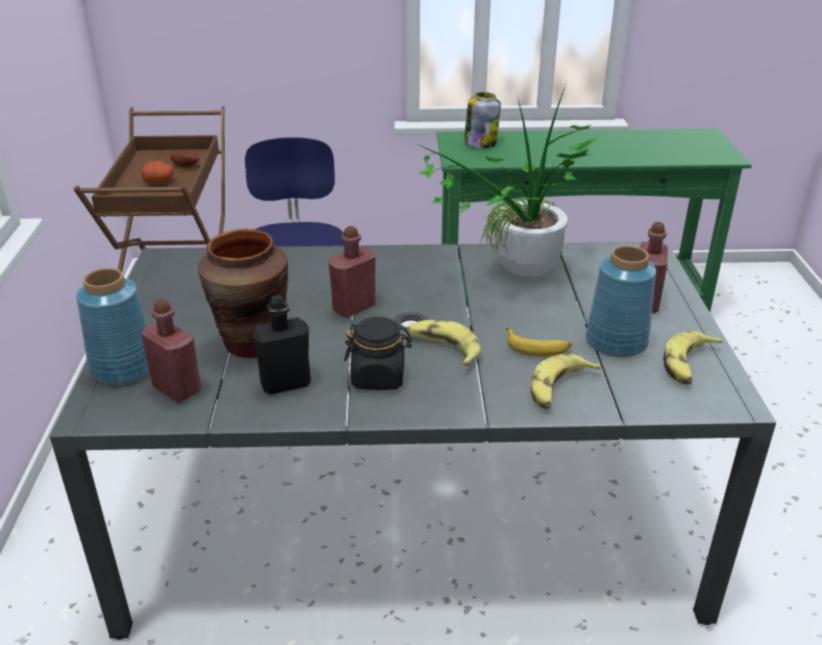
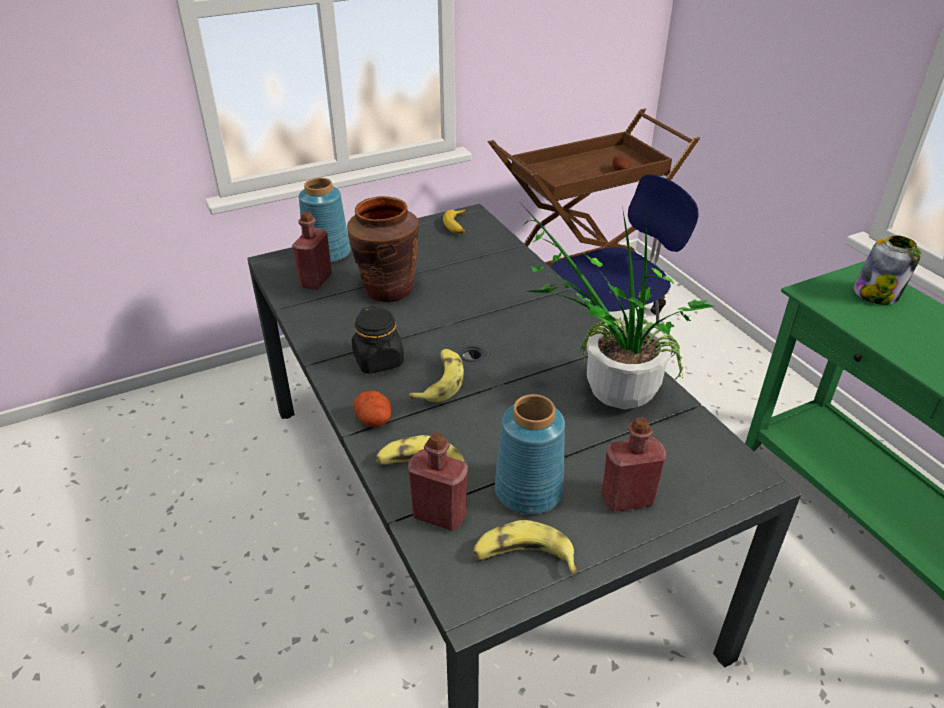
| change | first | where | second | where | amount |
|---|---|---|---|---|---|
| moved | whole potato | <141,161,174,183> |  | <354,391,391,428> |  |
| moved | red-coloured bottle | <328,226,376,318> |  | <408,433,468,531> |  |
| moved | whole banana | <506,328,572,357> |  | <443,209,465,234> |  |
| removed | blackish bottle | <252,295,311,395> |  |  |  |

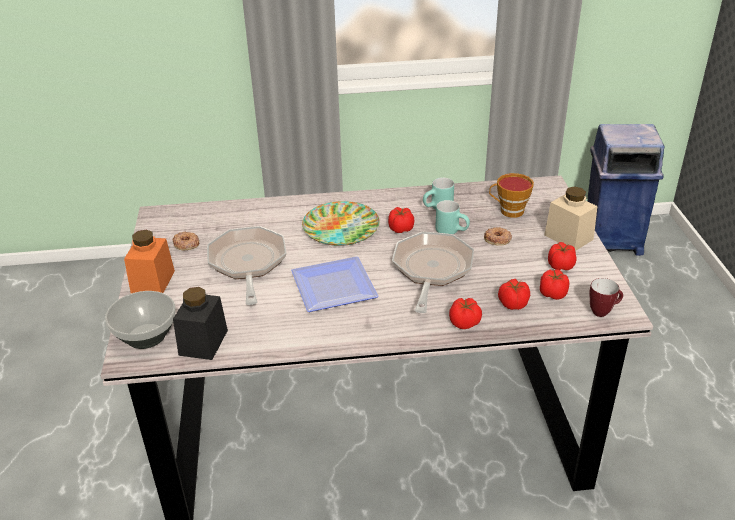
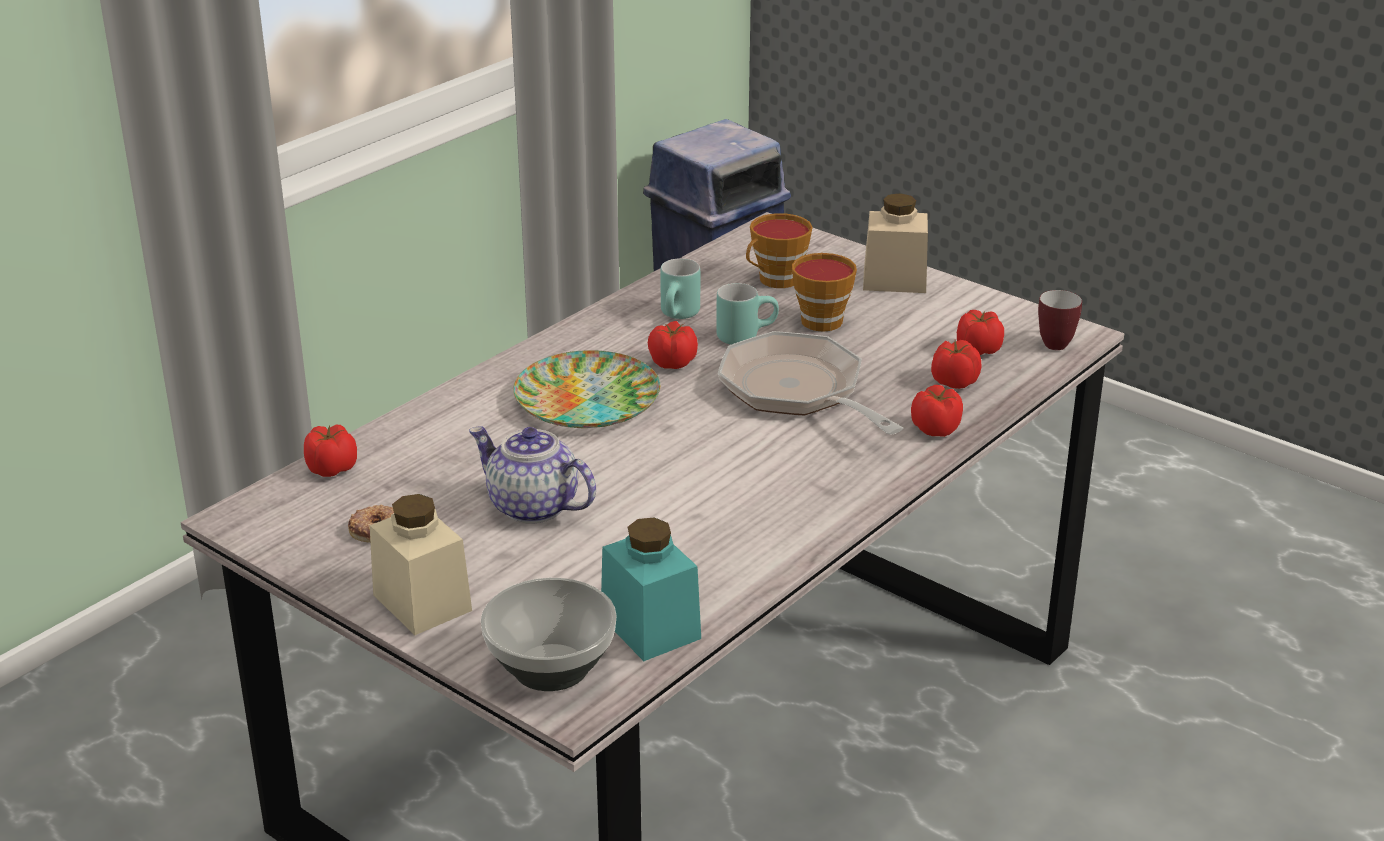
| change | first | where | second | where | amount |
|---|---|---|---|---|---|
| moved | fresh tomato | <548,242,577,270> |  | <304,425,357,477> |  |
| recoloured | orange-coloured jar | <124,230,175,293> | beige jar | <370,494,472,635> |  |
| replaced | skillet | <207,226,286,305> | teapot | <469,426,596,524> |  |
| recoloured | blackish jar | <173,287,228,360> | blue-green jar | <601,517,701,661> |  |
| replaced | ring doughnut | <484,227,512,246> | drinking cup | <792,253,857,332> |  |
| removed | dinner plate | <291,256,379,312> |  |  |  |

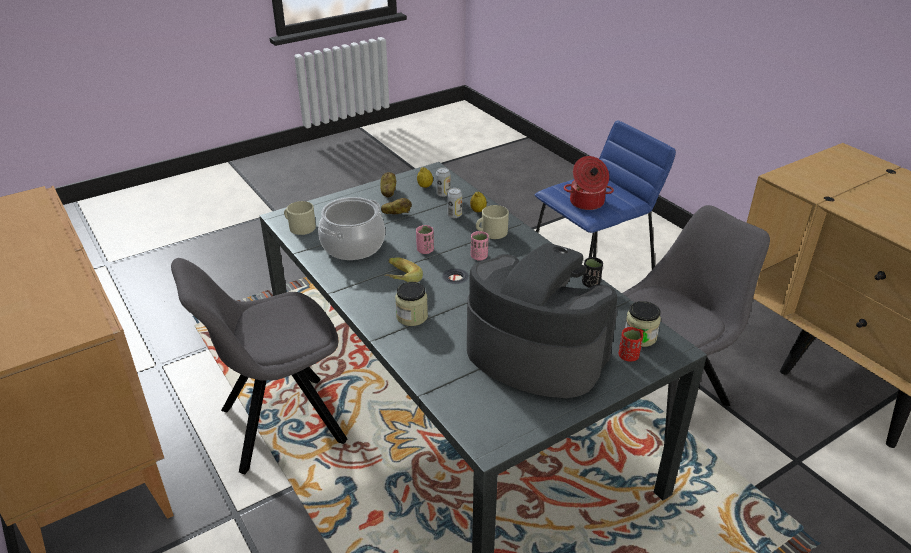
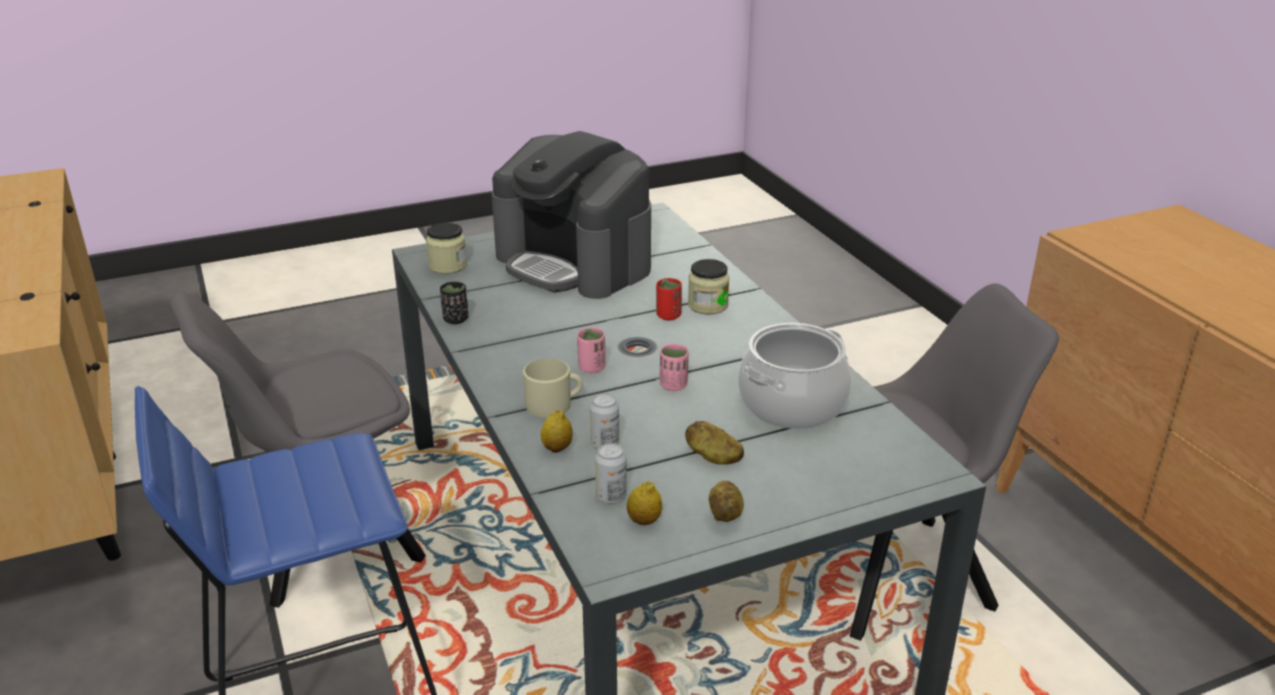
| change | first | where | second | where | amount |
|---|---|---|---|---|---|
| moved | red-coloured drinking cup | <619,327,643,362> |  | <656,278,682,320> |  |
| removed | beige coffee mug | <284,201,316,235> |  |  |  |
| removed | whole banana | <384,258,423,282> |  |  |  |
| removed | stockpot | <564,156,614,210> |  |  |  |

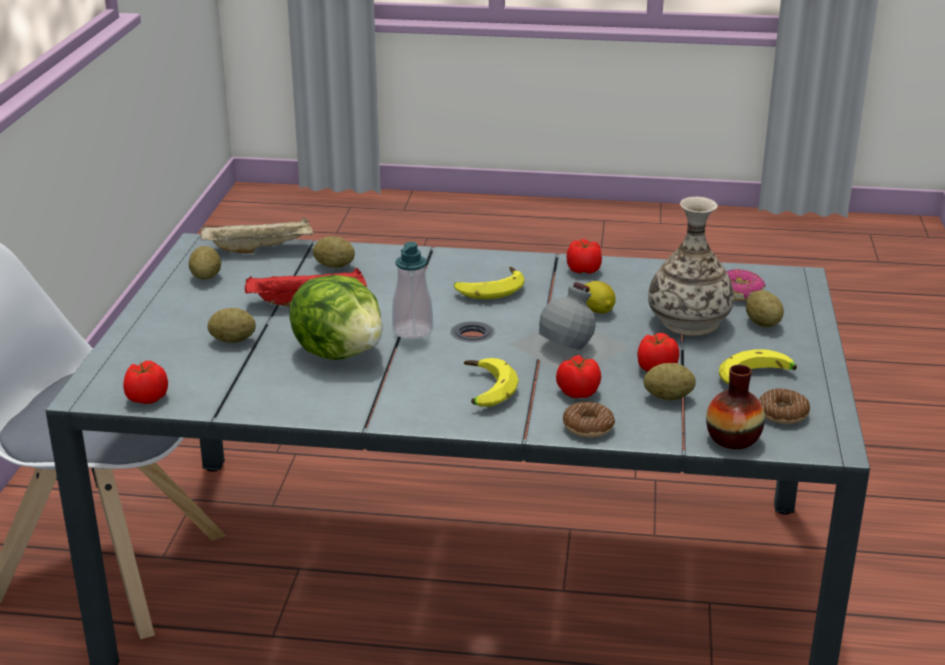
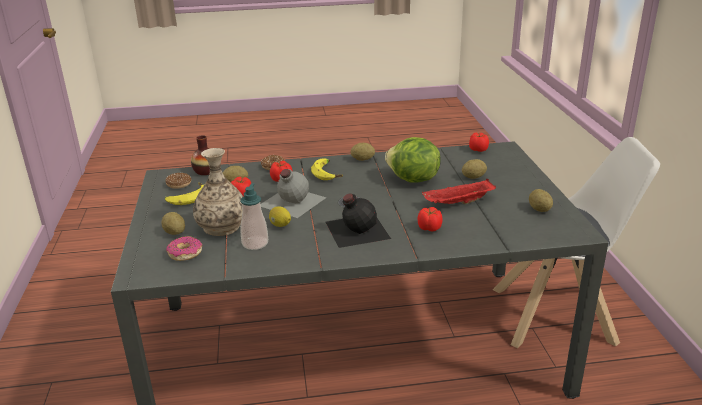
| change | first | where | second | where | amount |
|---|---|---|---|---|---|
| moved | soap dispenser | <392,242,433,340> |  | <240,183,268,250> |  |
| replaced | whole banana | <454,266,525,299> | blackish bottle | <326,194,391,248> |  |
| moved | whole potato | <313,236,355,268> |  | <351,143,375,161> |  |
| moved | fresh tomato | <567,239,602,274> |  | <417,207,443,231> |  |
| removed | beige tray | <200,217,313,254> |  |  |  |

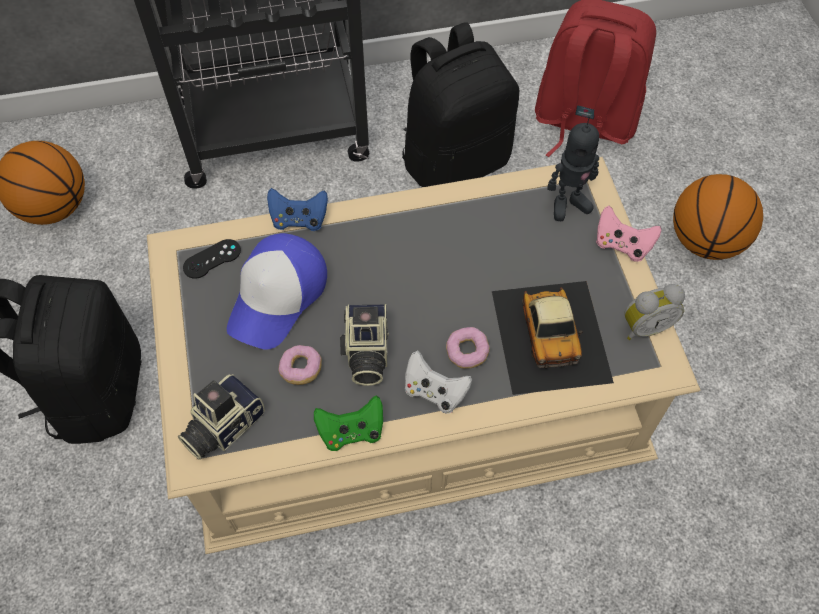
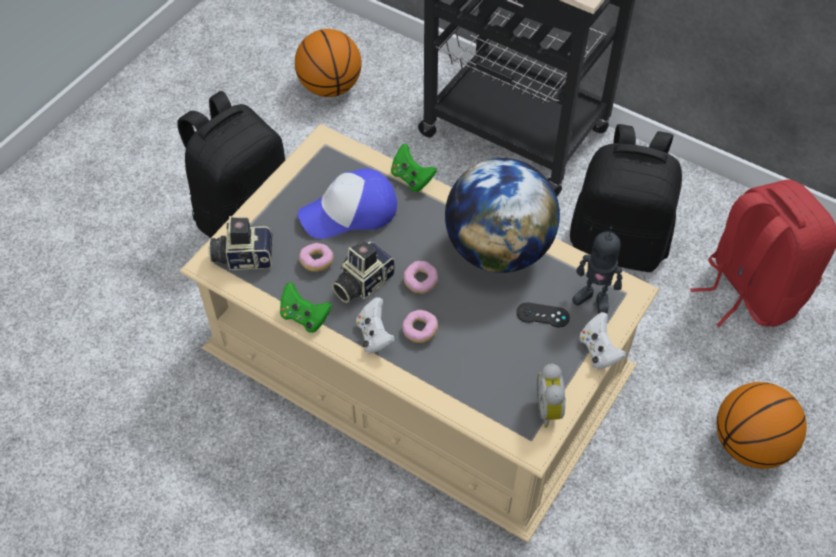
| change | first | where | second | where | amount |
|---|---|---|---|---|---|
| recoloured | blue gamepad | <267,188,328,231> | greenish gamepad | <391,144,437,192> |  |
| added |  |  | ring doughnut | <403,261,438,294> |  |
| added |  |  | desk globe | <445,158,560,273> |  |
| moved | blackish gamepad | <183,239,241,279> |  | <516,302,570,327> |  |
| turned | table clock | <624,284,685,340> |  | <537,364,566,428> | 60 degrees clockwise |
| recoloured | pink-coloured gamepad | <596,206,661,262> | white gamepad | <579,312,627,369> |  |
| removed | miniature car | <492,281,614,395> |  |  |  |

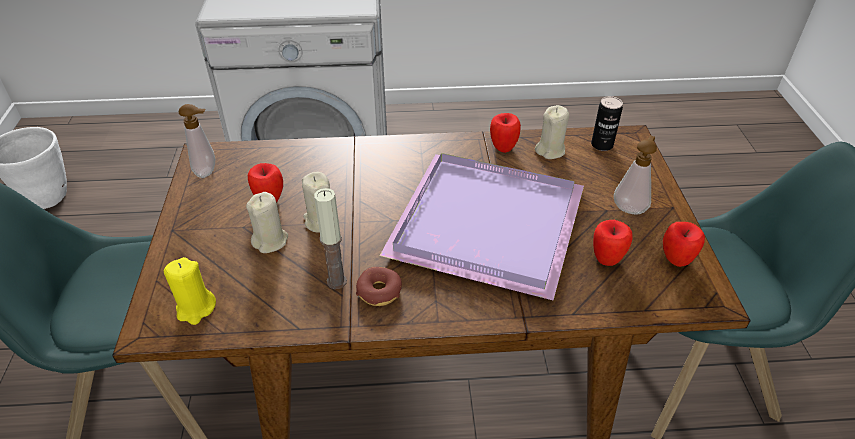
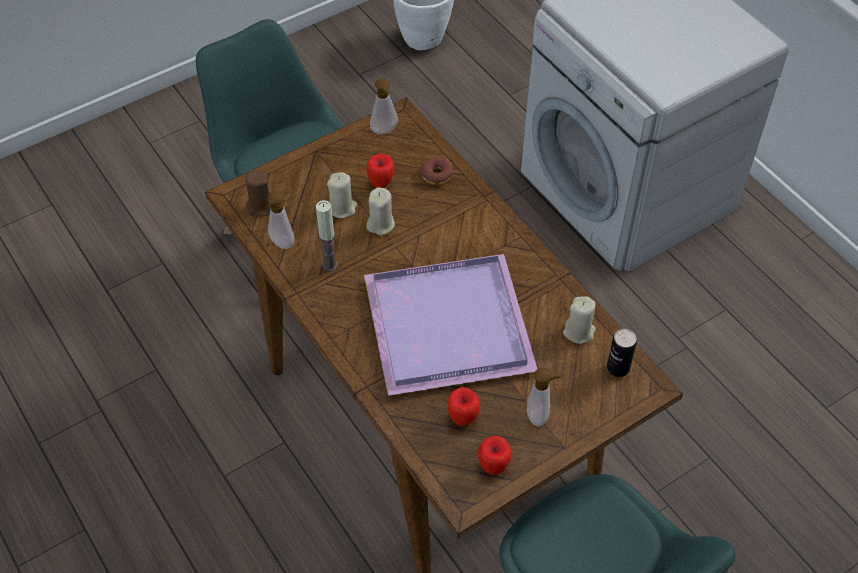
| change | first | where | second | where | amount |
|---|---|---|---|---|---|
| recoloured | yellow candle | <164,257,216,325> | brown-coloured candle | <245,170,271,217> |  |
| added |  |  | soap dispenser | <268,188,295,249> |  |
| moved | ring doughnut | <356,267,402,306> |  | <421,156,453,185> |  |
| removed | apple | <490,113,521,153> |  |  |  |

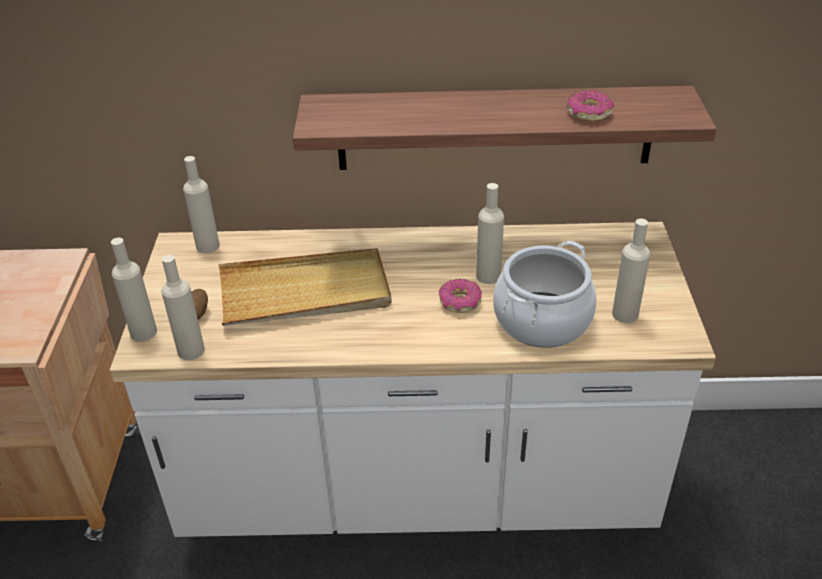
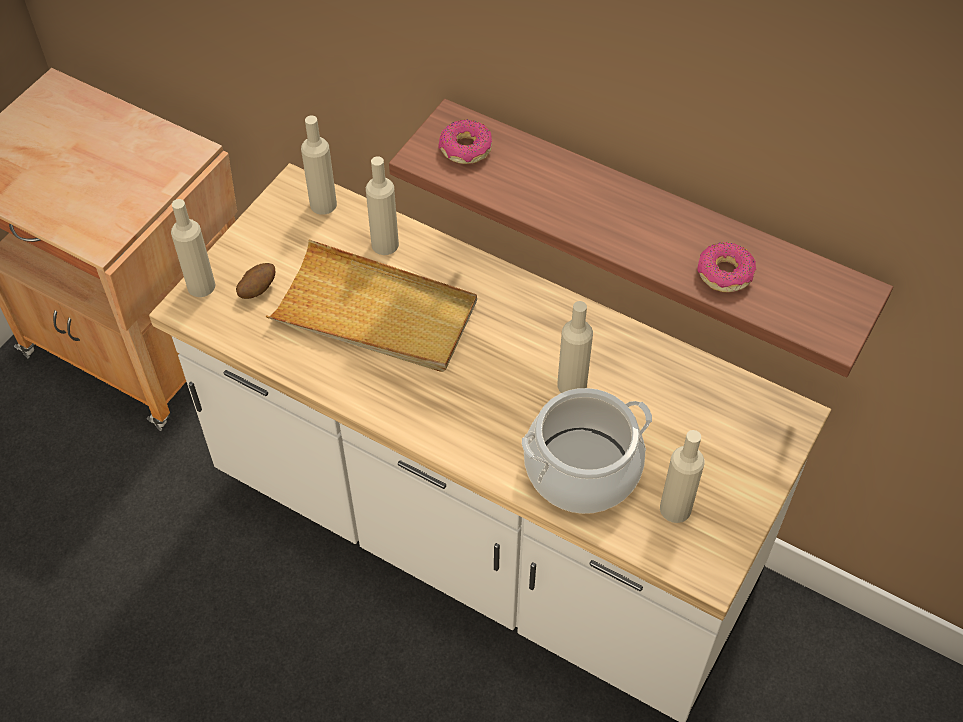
| change | first | where | second | where | amount |
|---|---|---|---|---|---|
| moved | beige bottle | <161,255,205,360> |  | <366,156,399,255> |  |
| moved | ring doughnut | <439,279,482,313> |  | <438,120,492,164> |  |

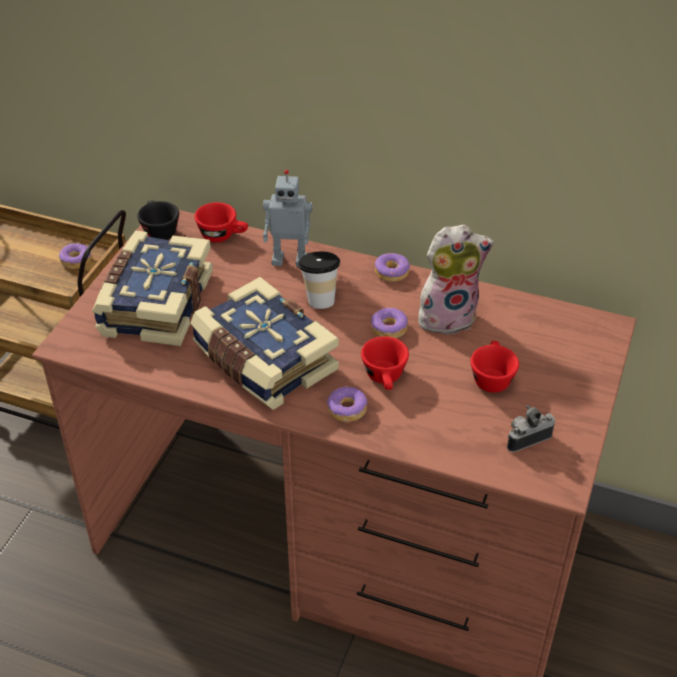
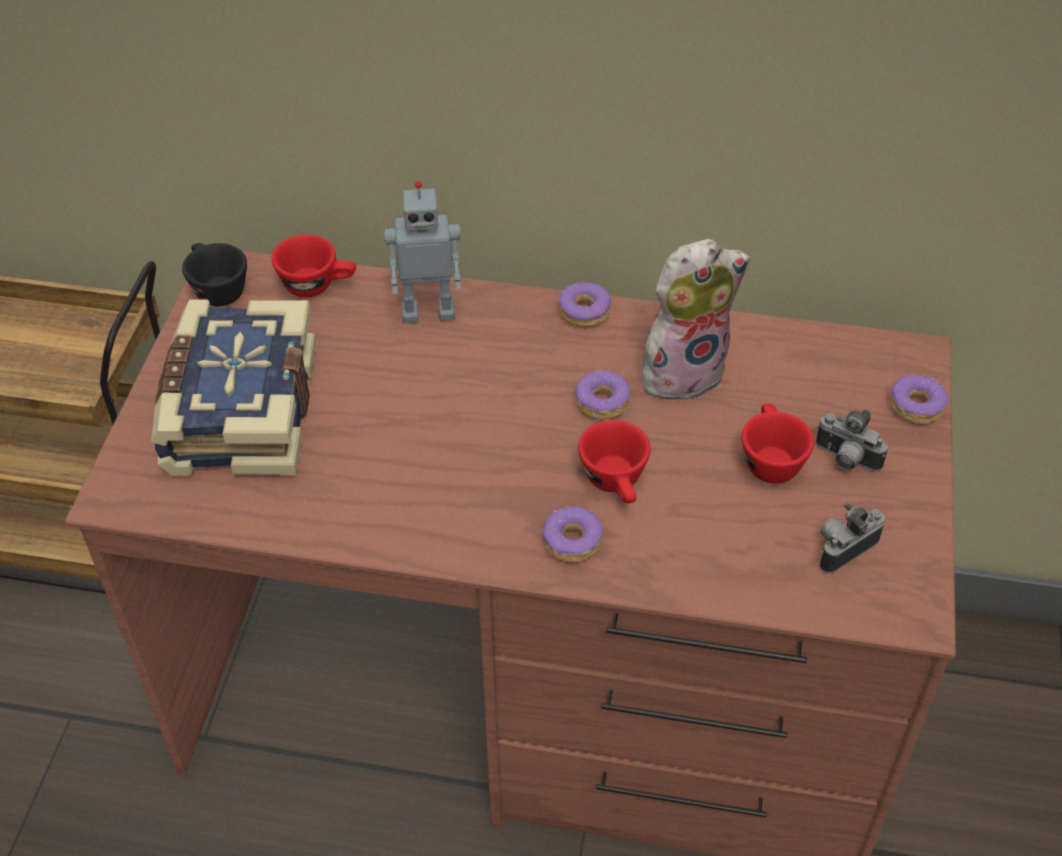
| change | first | where | second | where | amount |
|---|---|---|---|---|---|
| added |  |  | still camera | <816,409,888,471> |  |
| moved | ring doughnut | <59,243,91,269> |  | <890,375,949,424> |  |
| removed | volume | <190,277,339,410> |  |  |  |
| removed | drinking cup | <298,252,340,309> |  |  |  |

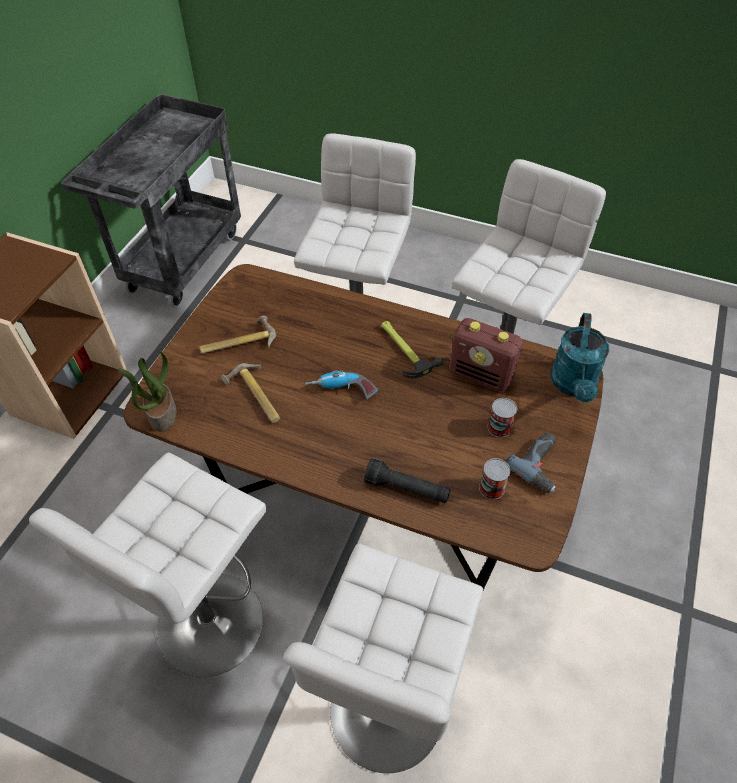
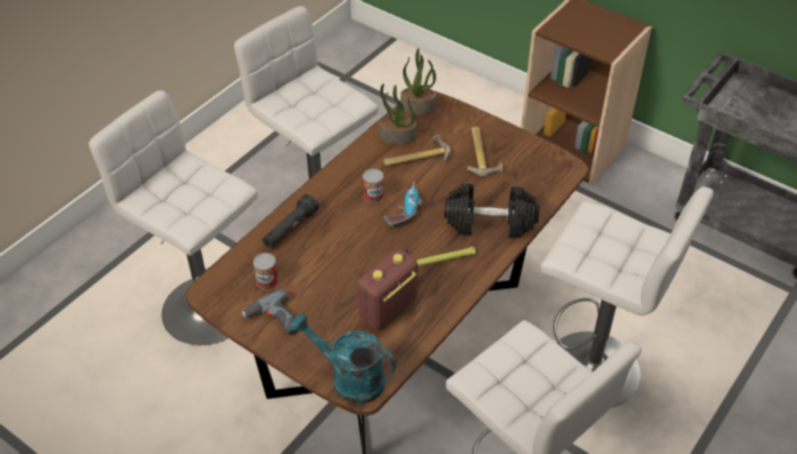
| change | first | where | second | where | amount |
|---|---|---|---|---|---|
| moved | sealed can | <488,398,517,437> |  | <363,169,384,203> |  |
| added |  |  | houseplant | <380,84,416,145> |  |
| added |  |  | blackish dumbbell | <444,184,539,238> |  |

